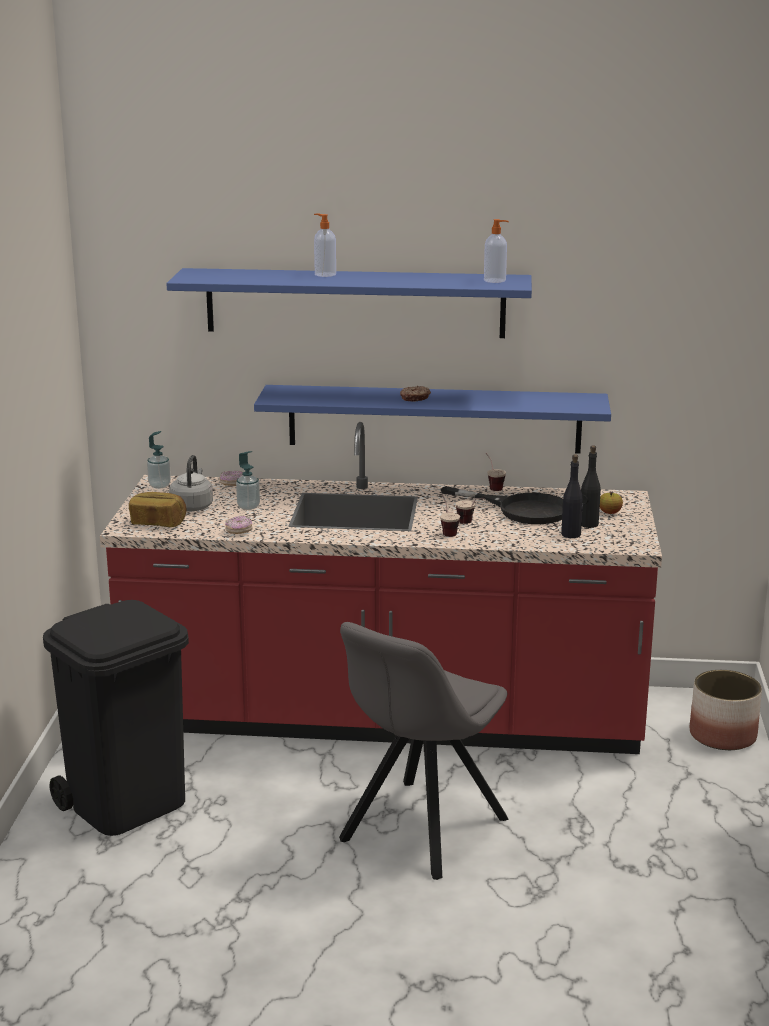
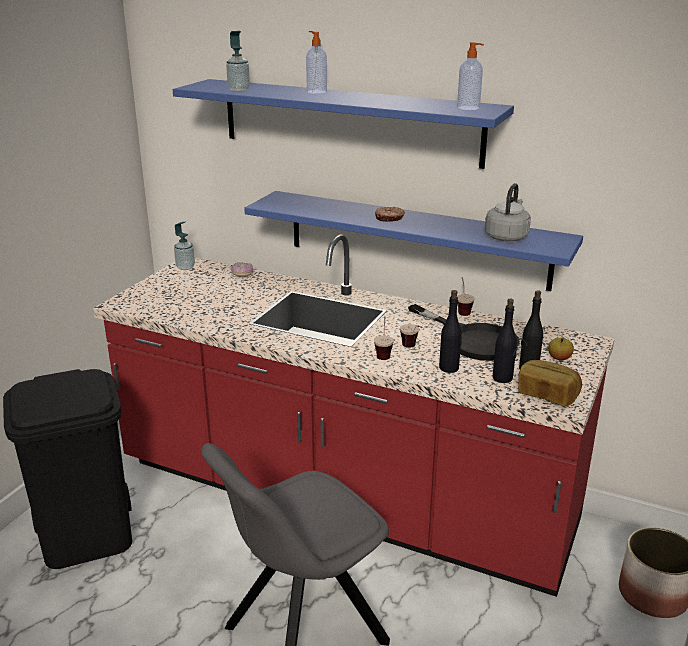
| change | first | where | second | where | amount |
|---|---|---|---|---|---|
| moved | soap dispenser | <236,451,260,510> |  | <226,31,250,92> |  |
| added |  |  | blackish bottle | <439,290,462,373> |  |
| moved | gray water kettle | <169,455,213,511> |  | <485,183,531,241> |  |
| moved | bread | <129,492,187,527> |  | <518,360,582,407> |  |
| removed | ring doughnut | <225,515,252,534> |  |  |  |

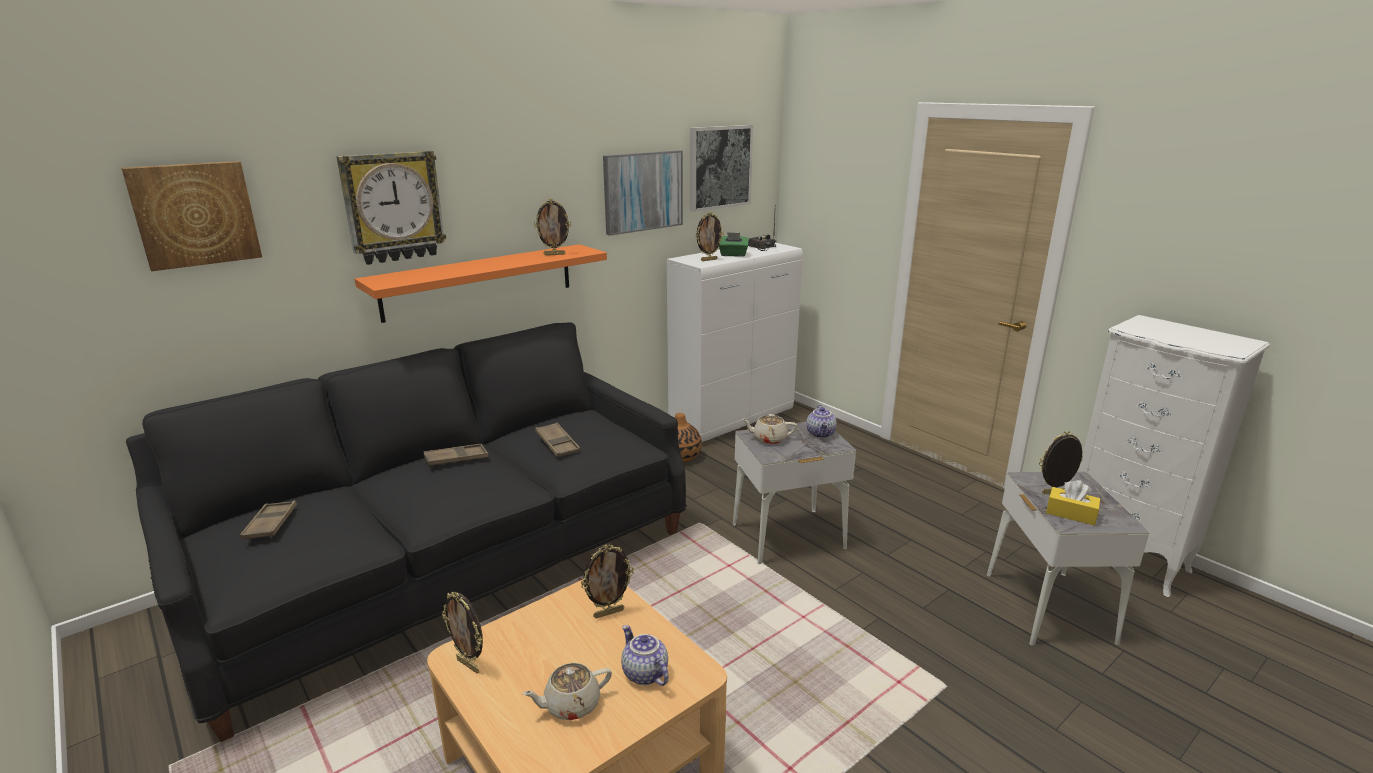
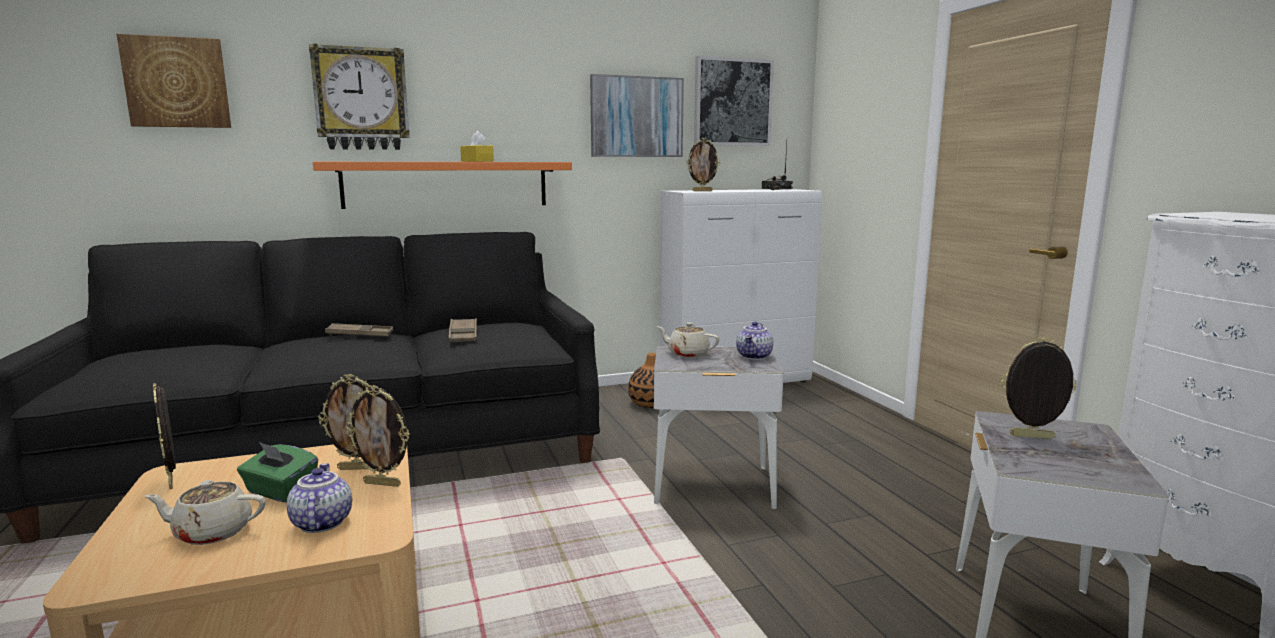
| change | first | where | second | where | amount |
|---|---|---|---|---|---|
| moved | greenish box of tissues | <719,232,749,257> |  | <237,442,318,503> |  |
| moved | standing frame | <534,199,571,255> |  | <345,385,409,487> |  |
| moved | yellow box of tissues | <1046,480,1100,526> |  | <460,131,494,162> |  |
| removed | brown-coloured tray | <240,500,297,540> |  |  |  |

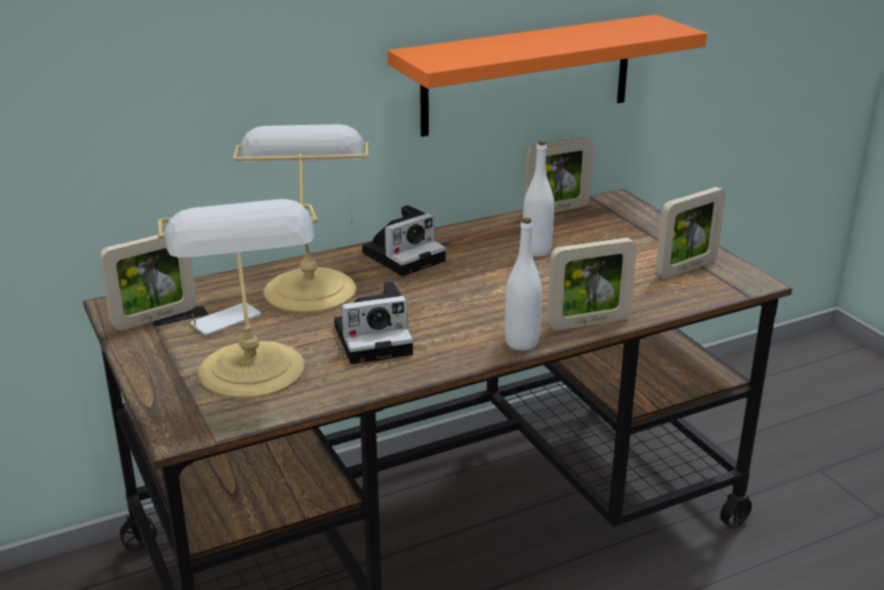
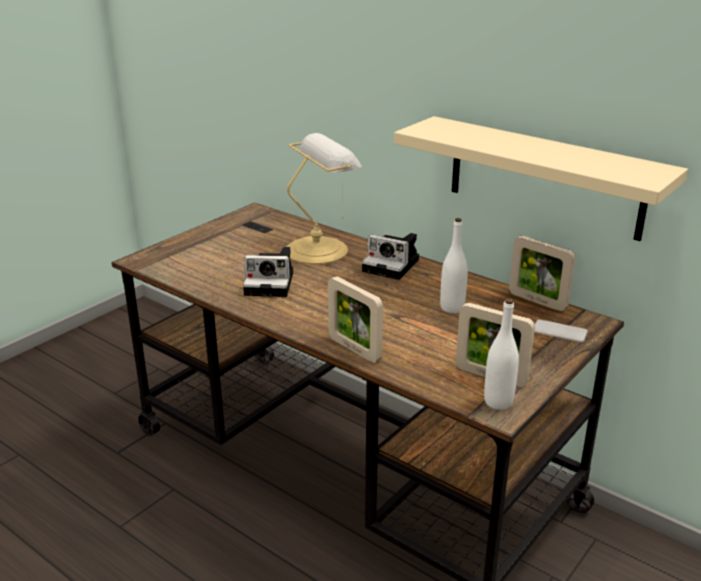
| change | first | where | second | where | amount |
|---|---|---|---|---|---|
| turned | still camera | <334,281,413,364> |  | <243,247,293,297> | 45 degrees counterclockwise |
| recoloured | orange-coloured wall shelf | <388,15,707,137> | beige wall shelf | <394,116,688,241> |  |
| moved | white bottle | <505,218,542,350> |  | <484,298,519,410> |  |
| moved | handset | <191,303,261,335> |  | <534,319,588,342> |  |
| removed | standing frame | <99,233,197,331> |  |  |  |
| removed | tabletop lamp | <158,199,318,399> |  |  |  |

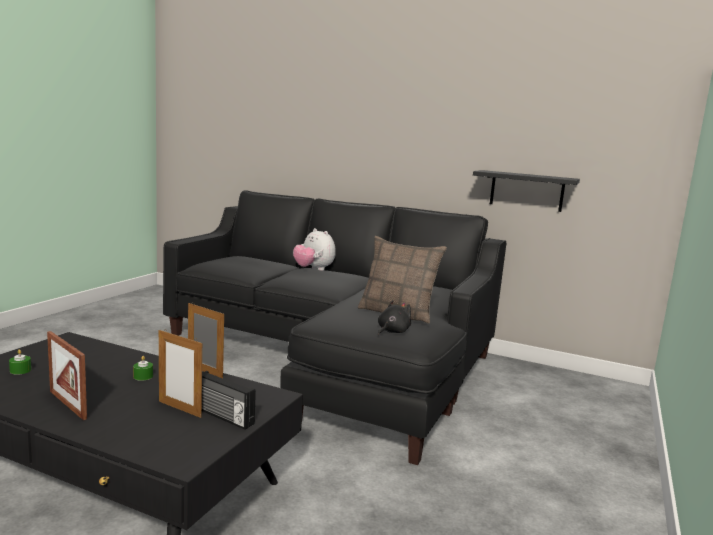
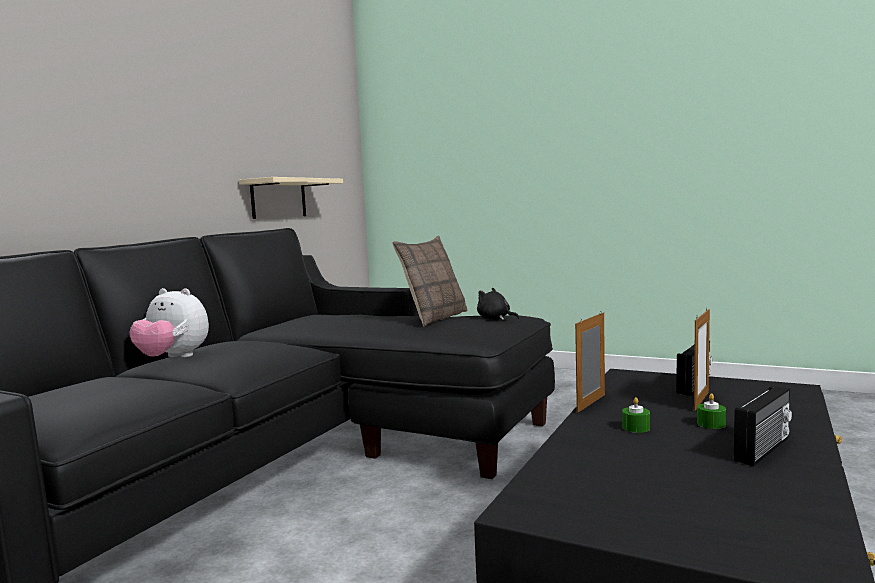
| change | first | where | second | where | amount |
|---|---|---|---|---|---|
| turned | plush toy | <293,228,336,271> |  | <129,288,209,357> | 60 degrees clockwise |
| recoloured | blackish wall shelf | <473,170,580,212> | beige wall shelf | <239,177,343,219> |  |
| moved | greenish candle | <9,350,31,375> |  | <697,393,726,429> |  |
| replaced | standing frame | <47,331,87,420> | radio set | <734,386,792,466> |  |

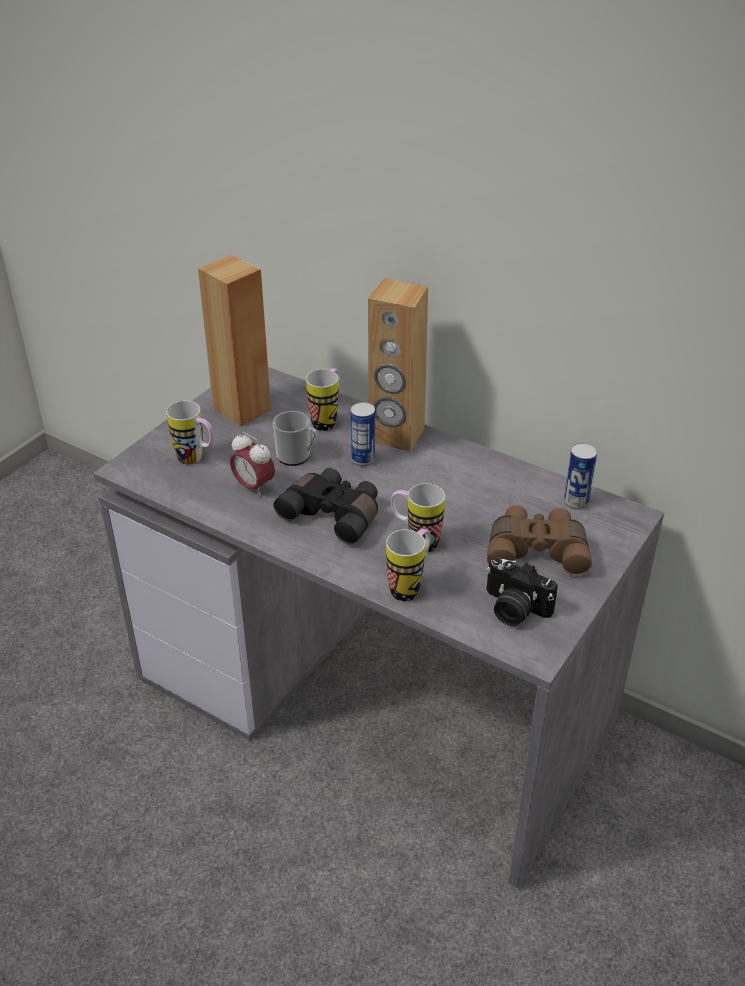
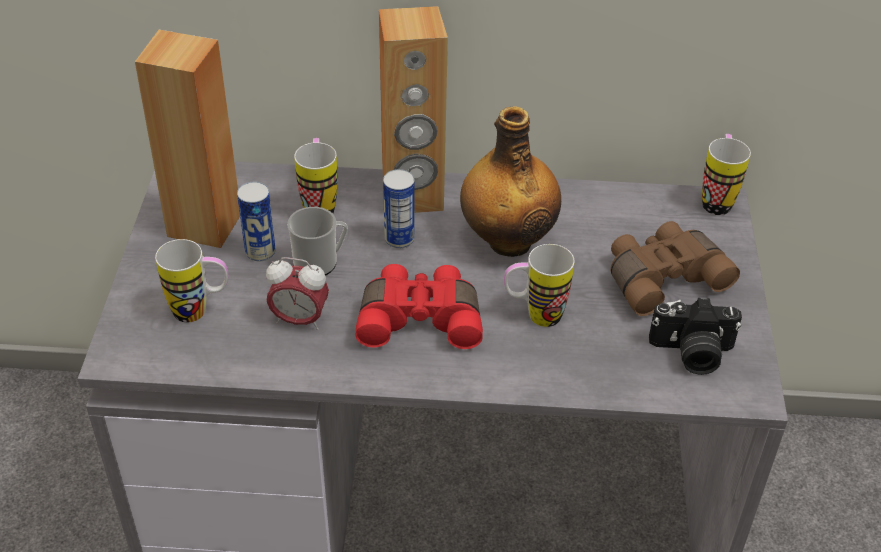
| change | first | where | second | where | amount |
|---|---|---|---|---|---|
| moved | sealed can | <564,443,597,510> |  | <237,182,276,262> |  |
| recoloured | blackish field glasses | <274,468,378,545> | red-coloured field glasses | <356,264,483,349> |  |
| added |  |  | bottle | <460,106,561,257> |  |
| moved | coffee mug | <386,529,431,602> |  | <702,134,751,215> |  |

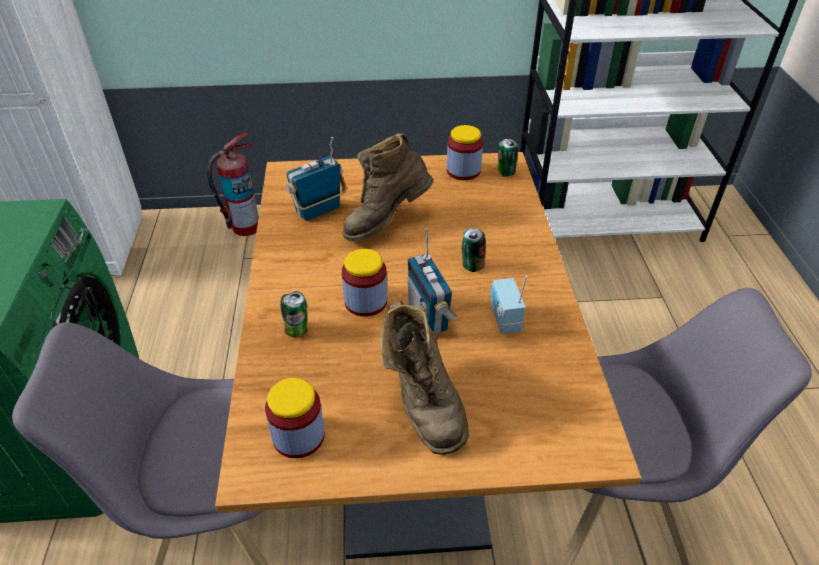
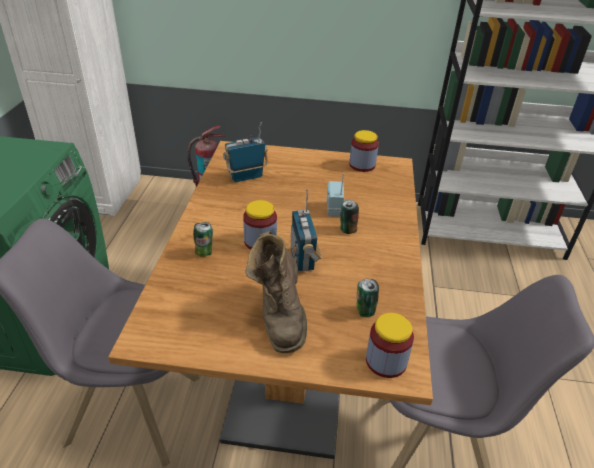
| change | first | where | second | where | amount |
|---|---|---|---|---|---|
| moved | radio set | <490,275,527,334> |  | <326,173,344,217> |  |
| moved | sealed can | <498,139,518,176> |  | <356,278,379,317> |  |
| moved | jar | <265,378,325,458> |  | <366,313,414,378> |  |
| removed | brown-coloured high-top boot | <342,133,433,242> |  |  |  |

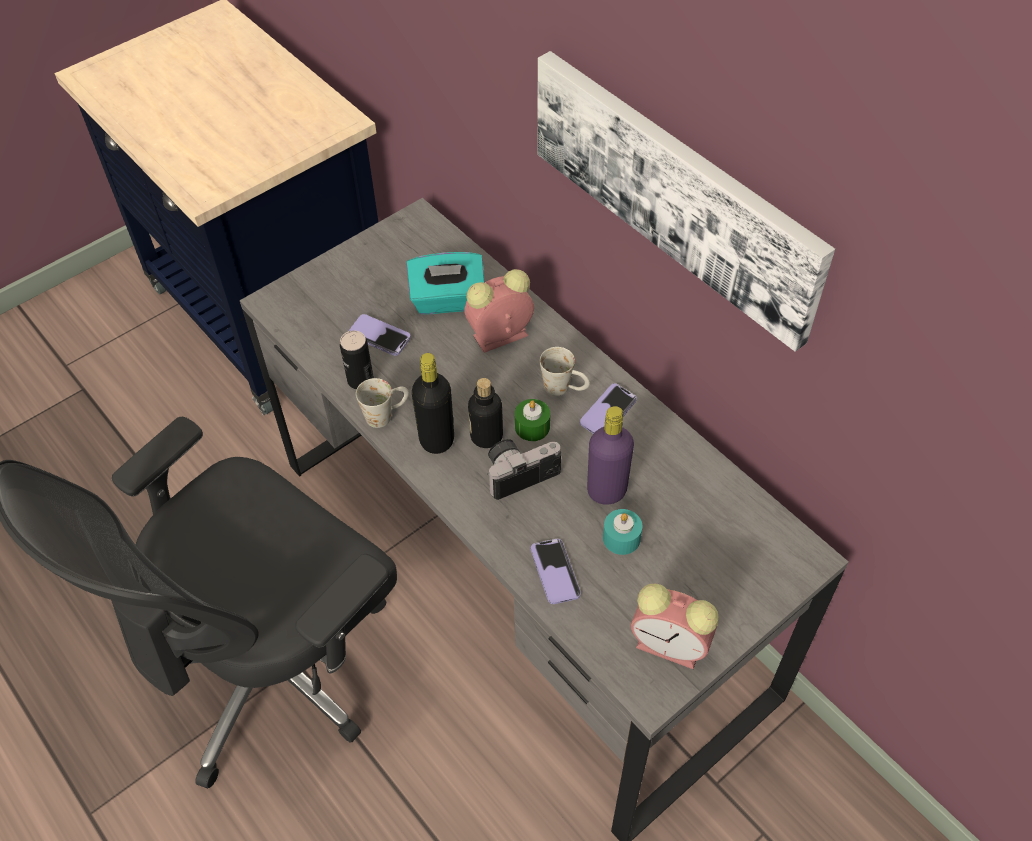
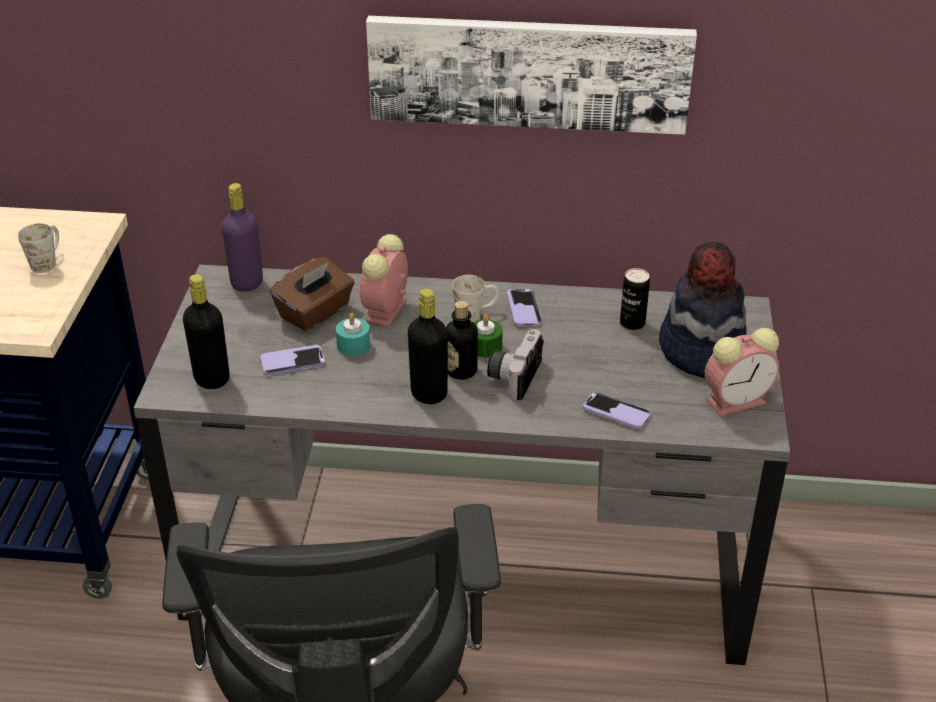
| change | first | where | second | where | amount |
|---|---|---|---|---|---|
| moved | white coffee mug | <356,378,409,428> |  | <18,223,59,273> |  |
| added |  |  | blackish bottle | <183,274,230,389> |  |
| moved | purplish bottle | <587,406,634,505> |  | <222,183,263,292> |  |
| recoloured | blue-green box of tissues | <407,252,485,314> | brown-coloured box of tissues | <270,257,355,331> |  |
| moved | blue-green candle | <603,509,643,555> |  | <336,313,370,356> |  |
| moved | sealed can | <340,331,374,389> |  | <620,268,650,330> |  |
| added |  |  | wearable hat | <659,242,747,378> |  |

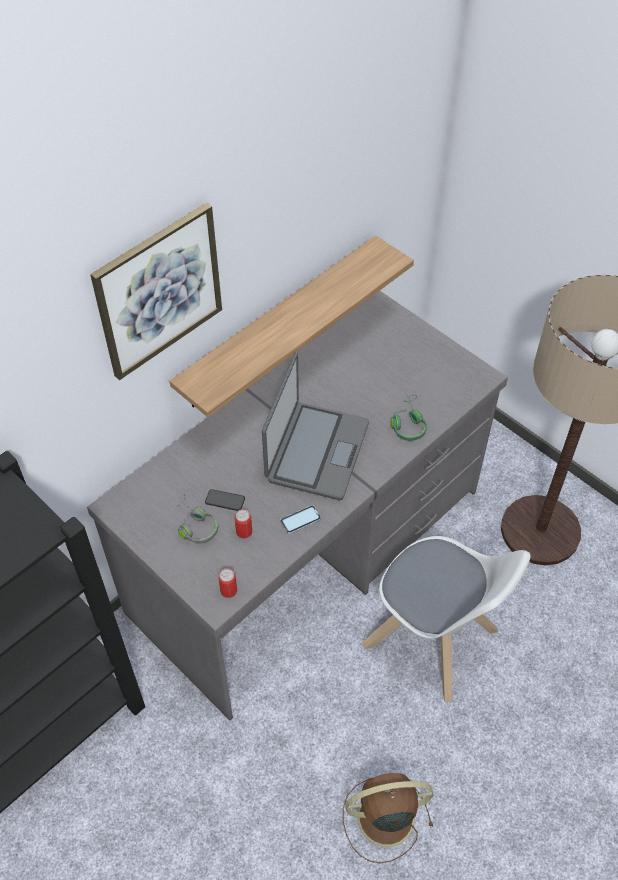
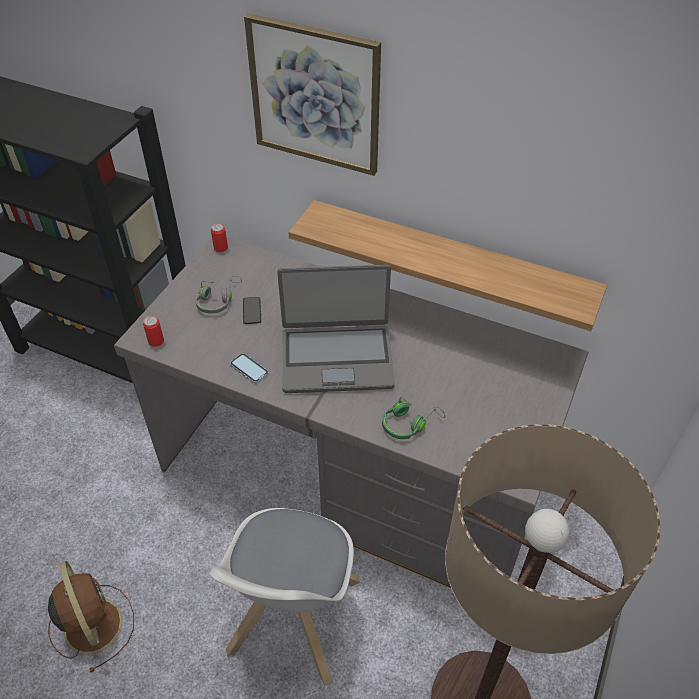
| change | first | where | second | where | amount |
|---|---|---|---|---|---|
| moved | sealed can | <235,509,252,538> |  | <211,223,228,252> |  |

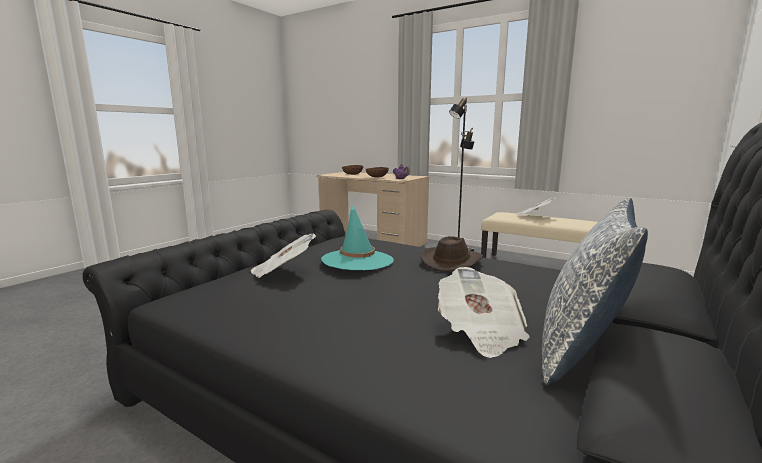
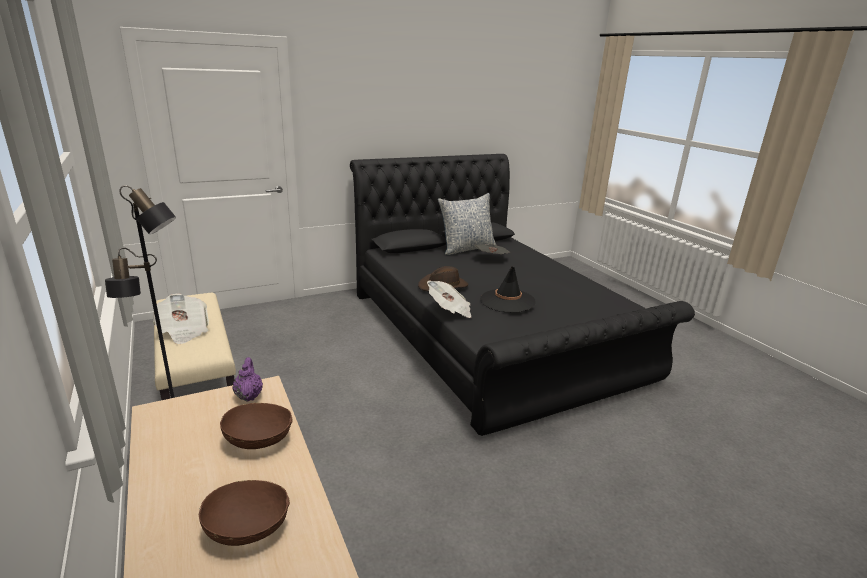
| change | first | where | second | where | amount |
|---|---|---|---|---|---|
| moved | newspaper | <251,234,316,278> |  | <427,280,471,318> |  |
| recoloured | blue-green wearable hat | <321,205,394,270> | blackish wearable hat | <480,266,536,313> |  |

